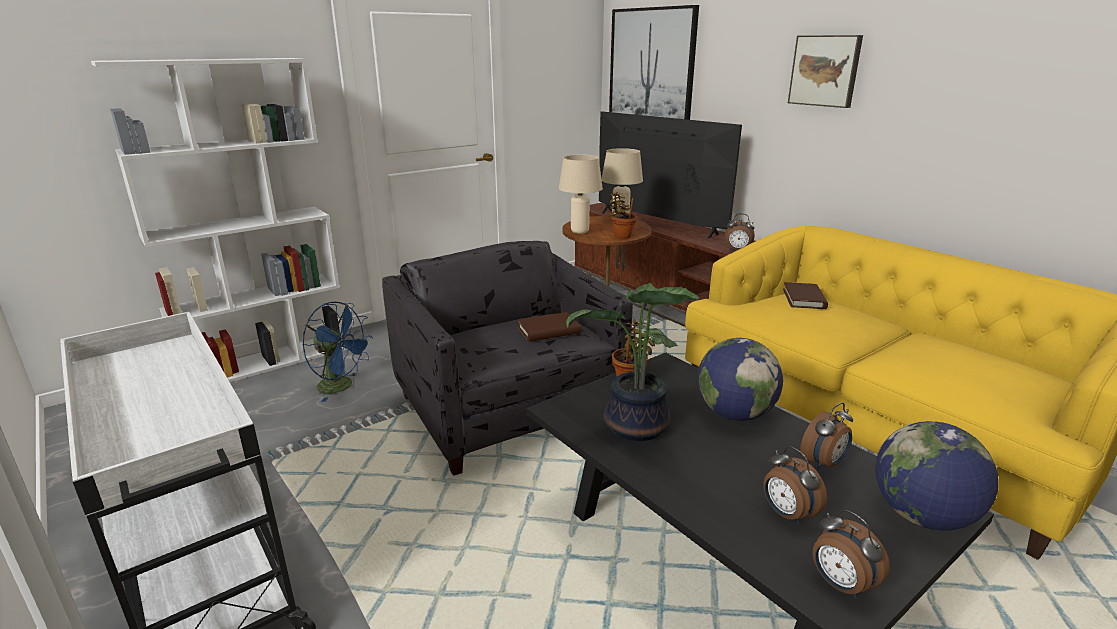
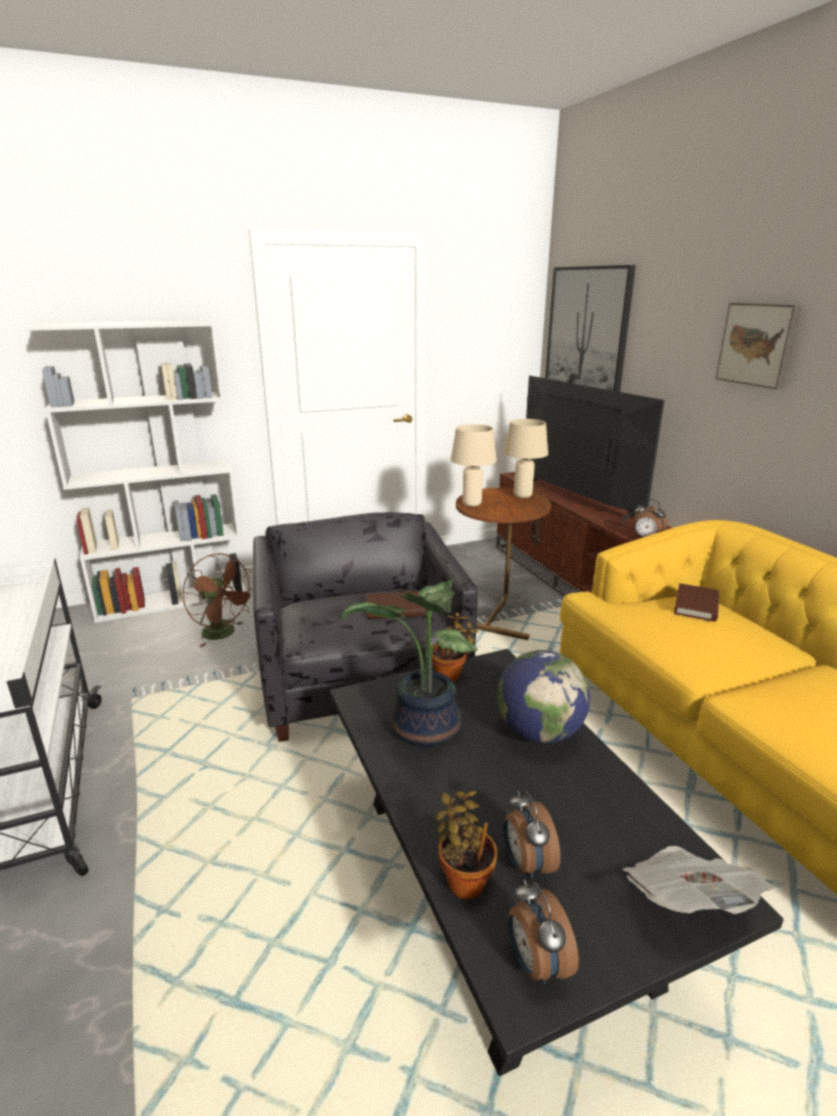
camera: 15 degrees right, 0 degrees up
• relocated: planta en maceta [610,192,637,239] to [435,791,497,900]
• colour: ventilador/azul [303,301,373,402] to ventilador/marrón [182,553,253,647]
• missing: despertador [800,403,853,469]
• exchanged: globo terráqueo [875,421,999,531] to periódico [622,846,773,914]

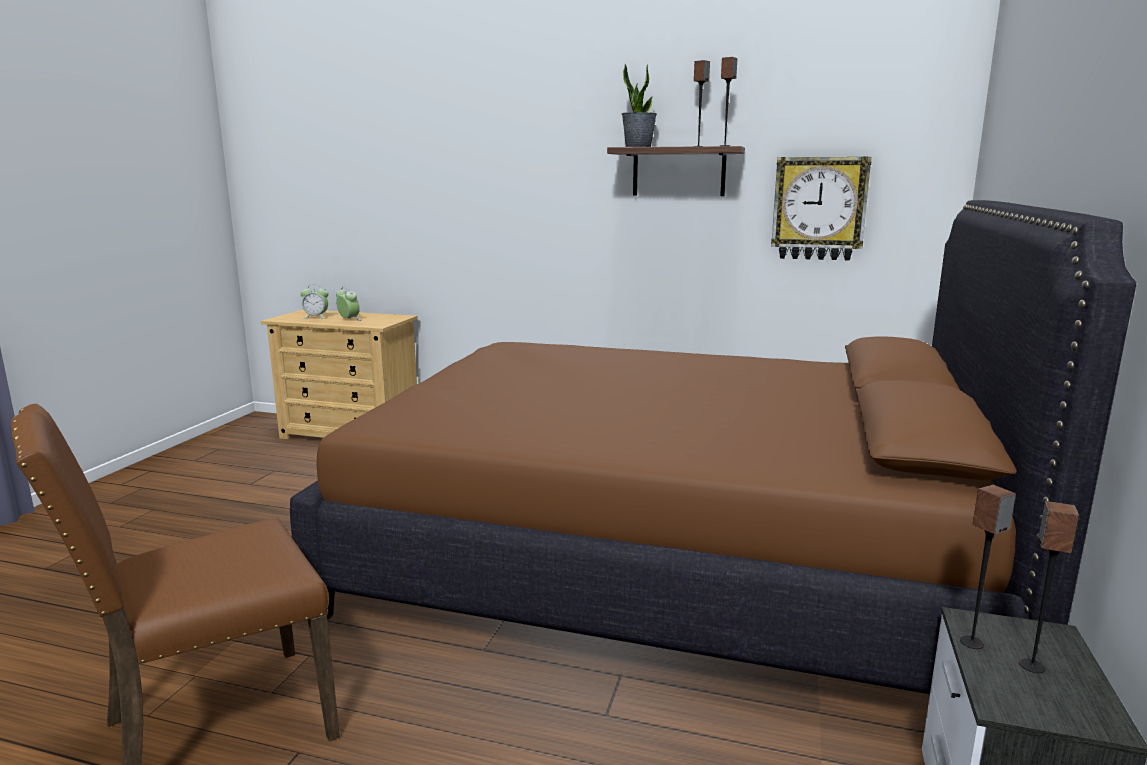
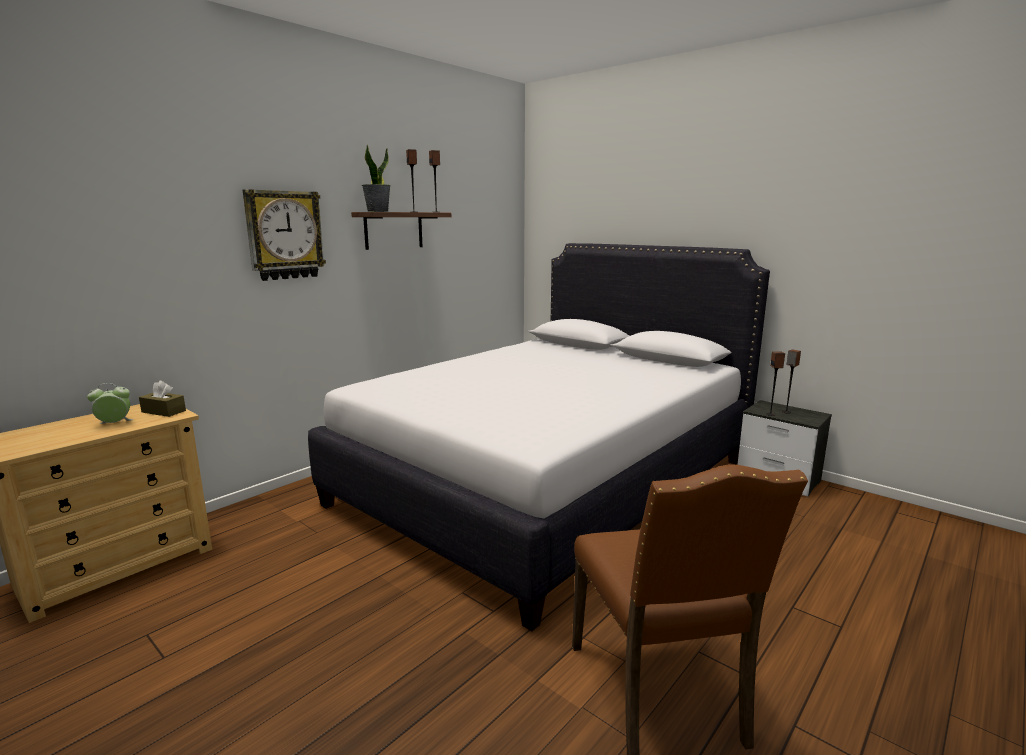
camera: 65 degrees left, 0 degrees up
• relocated: reloj de pared [771,157,871,261] to [243,189,326,281]
• colour: cama/marrón [290,200,1136,694] to cama/blanco [308,243,770,631]
• missing: despertador [300,284,328,319]
• appeared: caja de pañuelos/marrón [139,381,186,417]

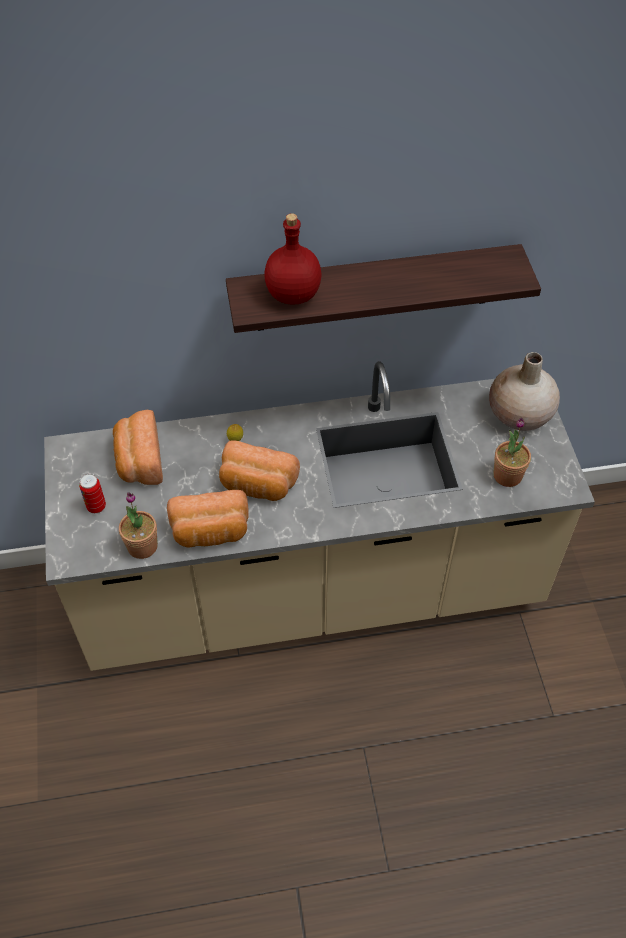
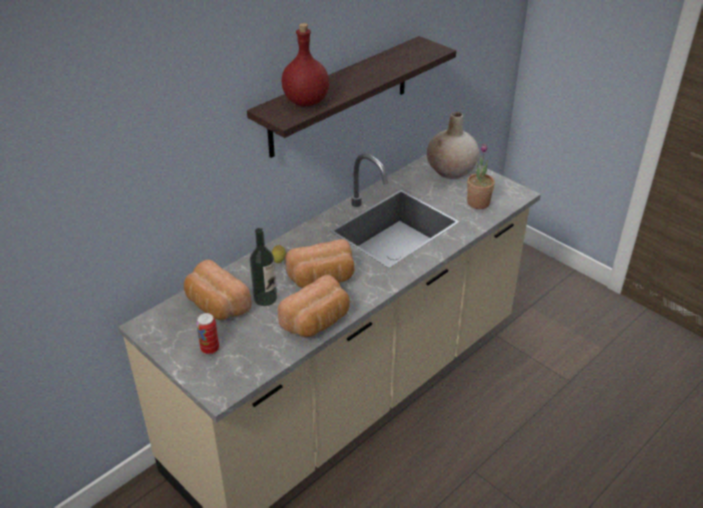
camera: 35 degrees left, 15 degrees down
• missing: planta en maceta [119,492,158,559]
• appeared: botella [250,228,277,306]

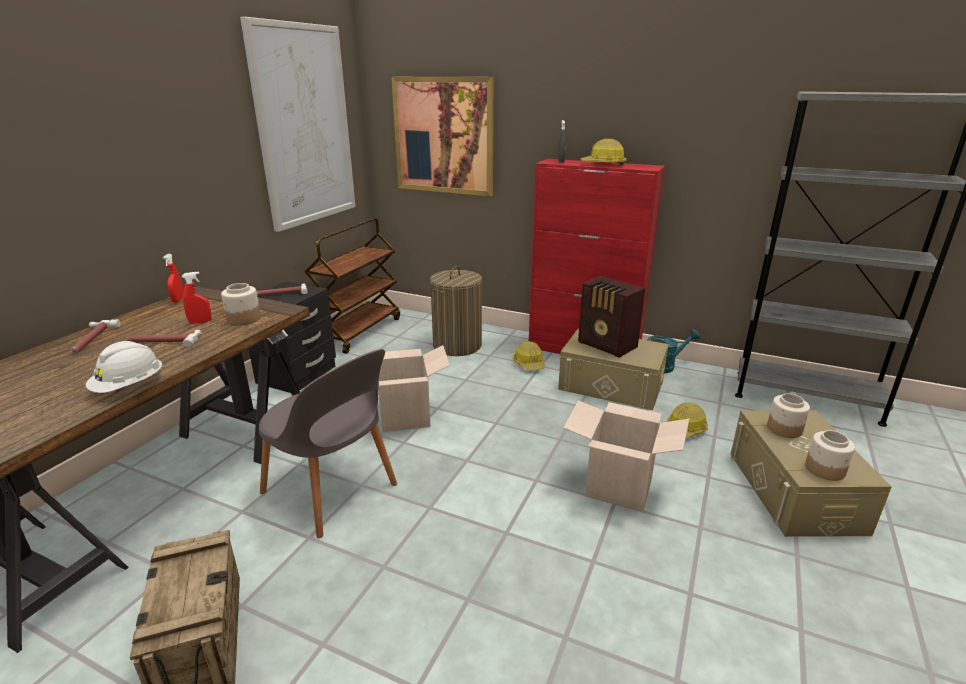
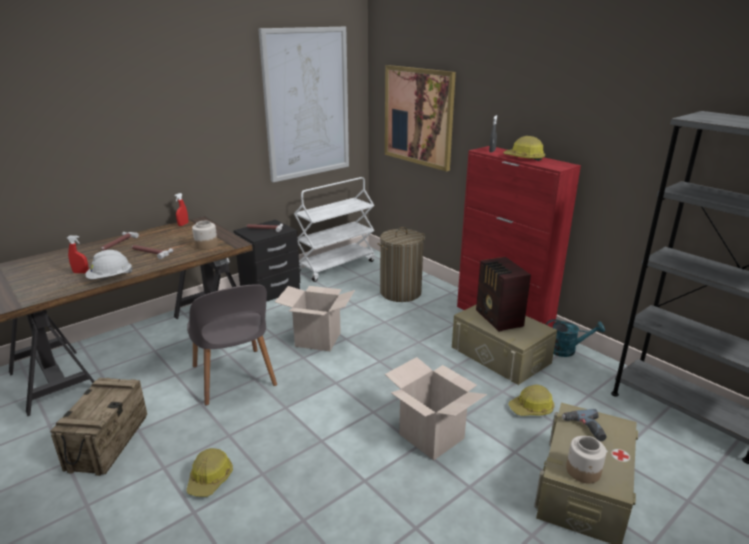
camera: 25 degrees right, 0 degrees up
• colour: carrito/marrón [304,218,400,354] to carrito/blanco [294,177,375,282]
• relocated: pulverizador/rojo [182,272,211,324] to [67,236,89,273]
• relocated: casco [512,341,545,370] to [186,448,233,497]
• exchanged: tarro [767,393,810,438] to taladro [562,409,607,441]

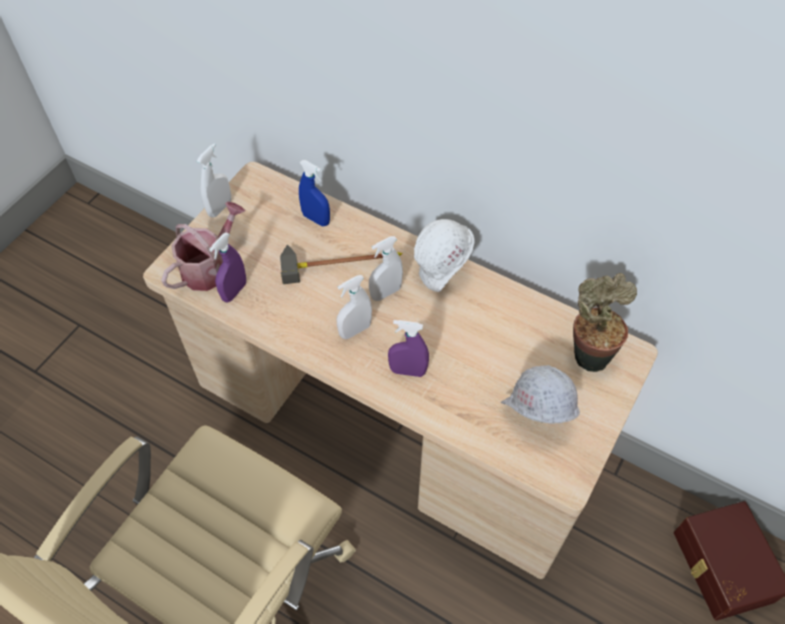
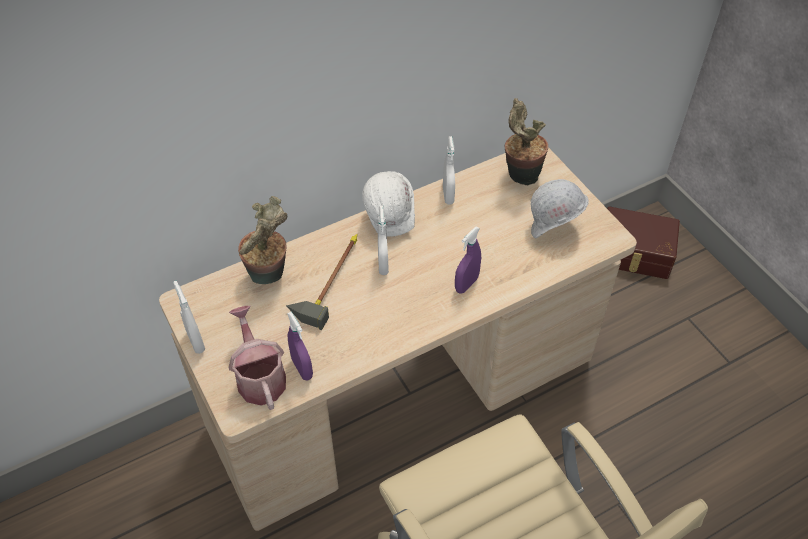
camera: 60 degrees left, 5 degrees down
• exchanged: pulverizador/azul [299,160,330,226] to planta en maceta [238,196,287,284]
• relocated: pulverizador/blanco [337,275,372,339] to [443,136,455,205]

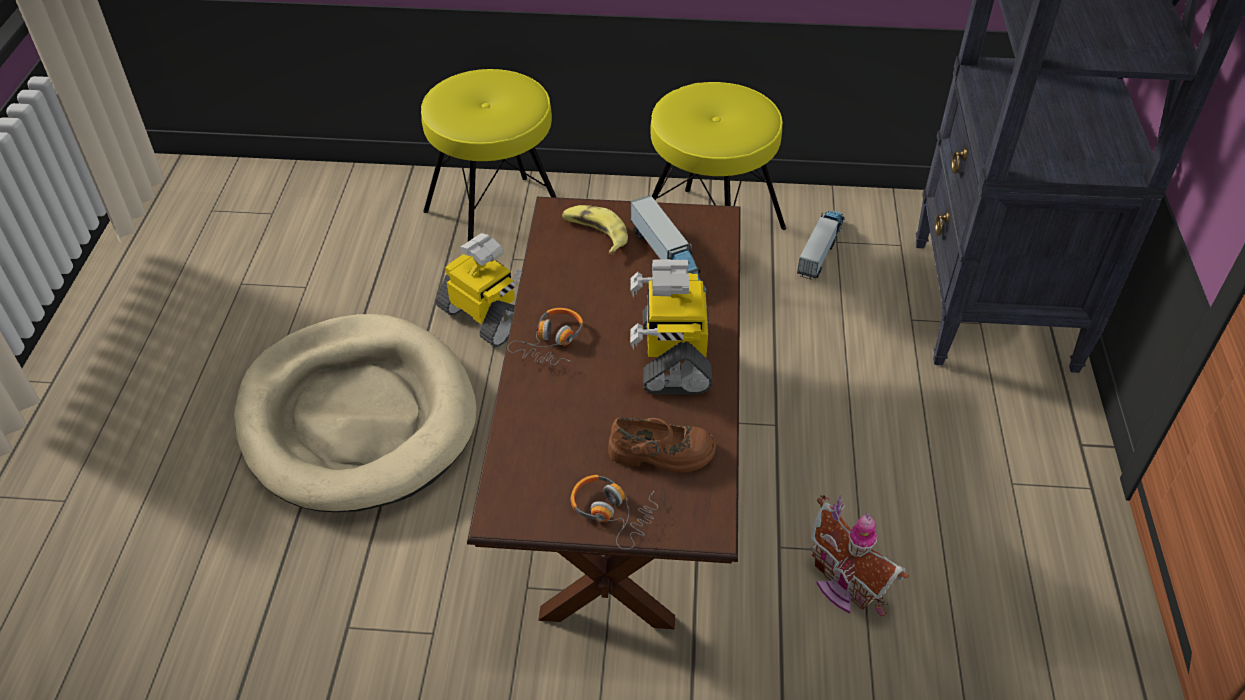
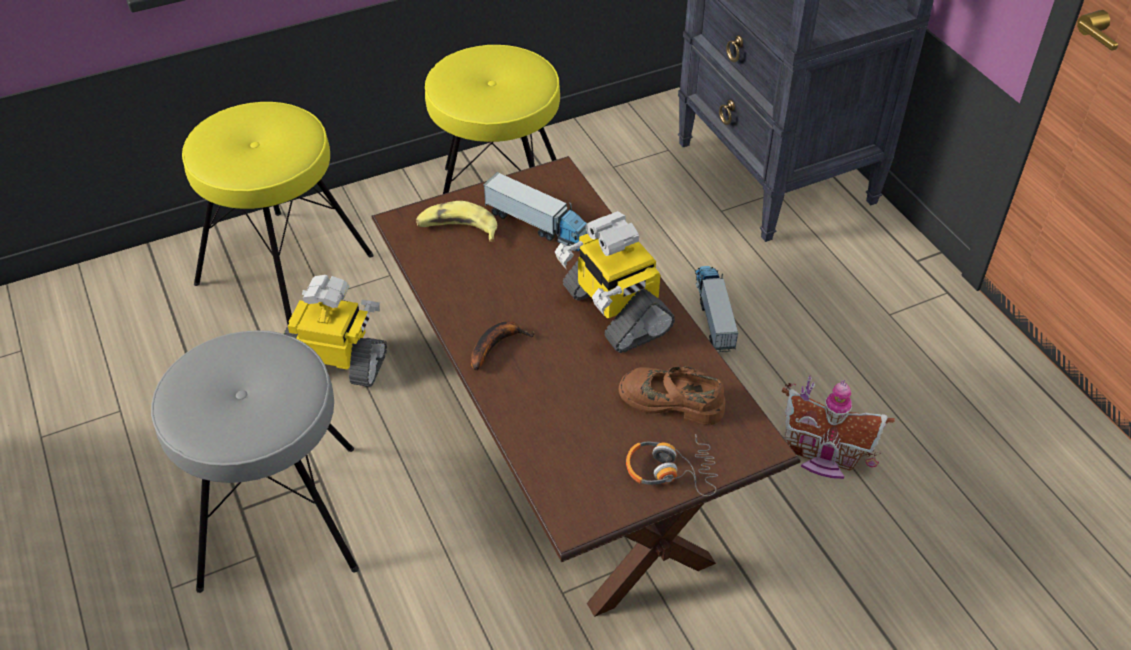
camera: 30 degrees left, 0 degrees up
• relocated: camión de juguete [797,211,845,280] to [695,266,738,352]
• exchanged: auriculares [508,308,583,365] to plátano [471,321,535,371]
• exchanged: cama para perro/beis [234,314,477,512] to taburete/gris [151,330,359,593]
• spun: zapato/marrón [608,417,716,473] = [619,366,725,425] 135 degrees counterclockwise

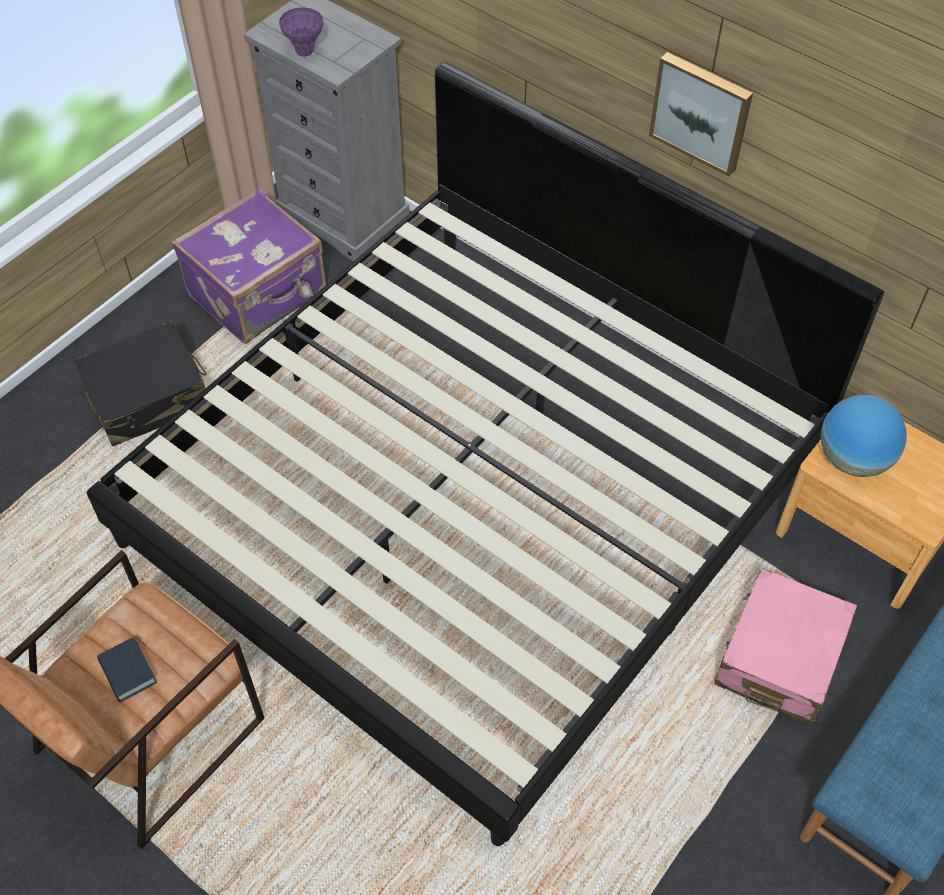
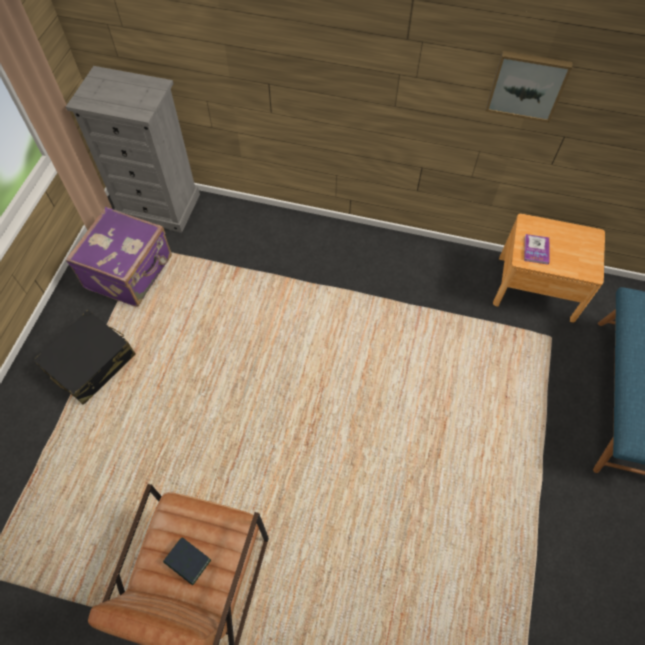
camera: 25 degrees left, 5 degrees up
• missing: florero/morado [279,8,323,56]
• relocated: cuadro [649,52,753,177] to [486,51,573,123]
• missing: cama [87,62,884,846]
• exchanged: globo terráqueo [821,395,907,477] to libro [524,234,549,264]
• missing: maleta/rosa [714,568,857,726]

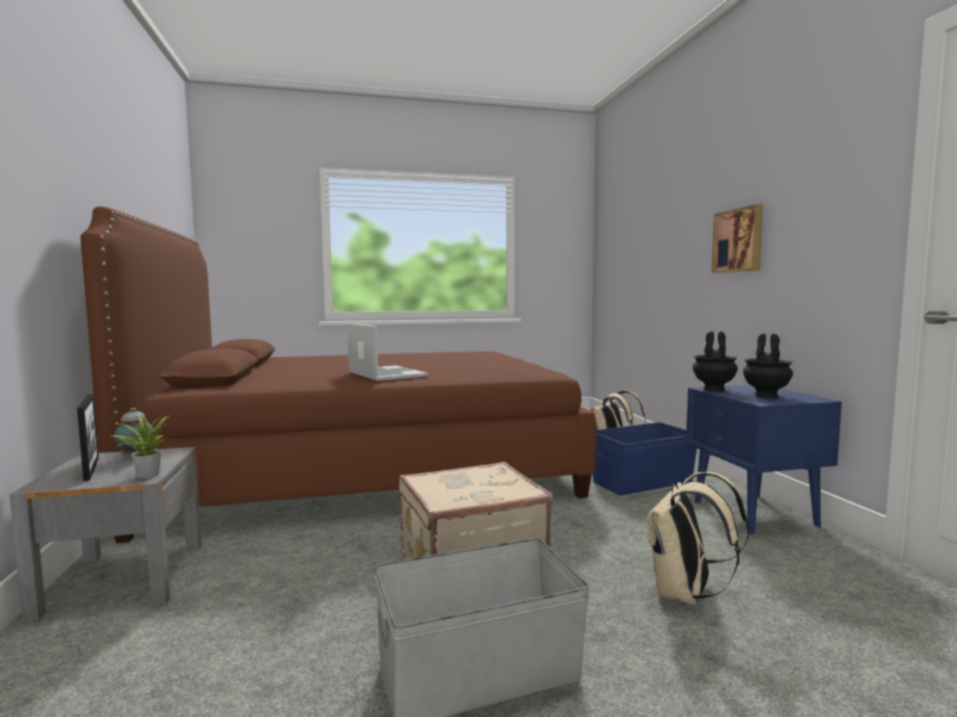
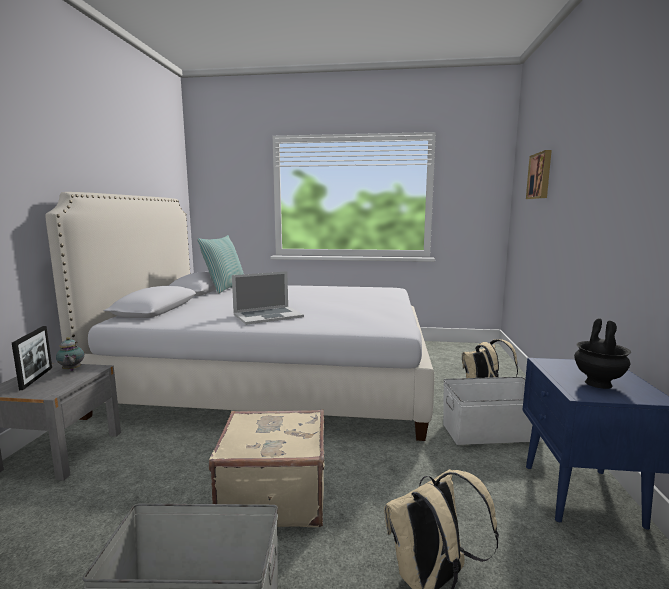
camera: 20 degrees right, 5 degrees up
• relocated: cuadro [712,204,763,273] to [526,150,552,199]
• colour: cama/marrón [81,206,596,543] to cama/blanco [45,192,434,441]
• spun: portátil [347,323,428,381] = [232,271,304,325] 75 degrees clockwise
• missing: florero/negro [692,331,738,392]
• missing: planta en maceta [111,416,169,478]
• colour: caja de almacenaje/azul [593,422,697,496] to caja de almacenaje/blanco [443,377,542,445]
• appeared: cojín [197,235,244,294]

